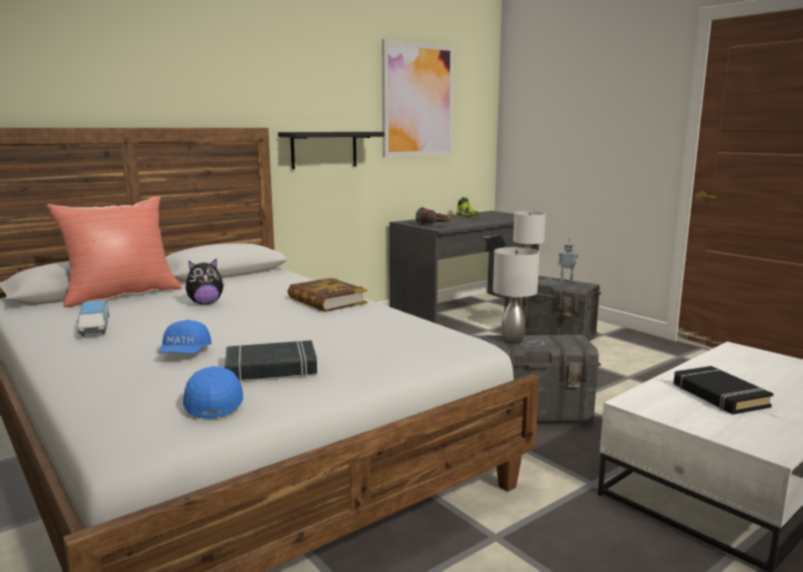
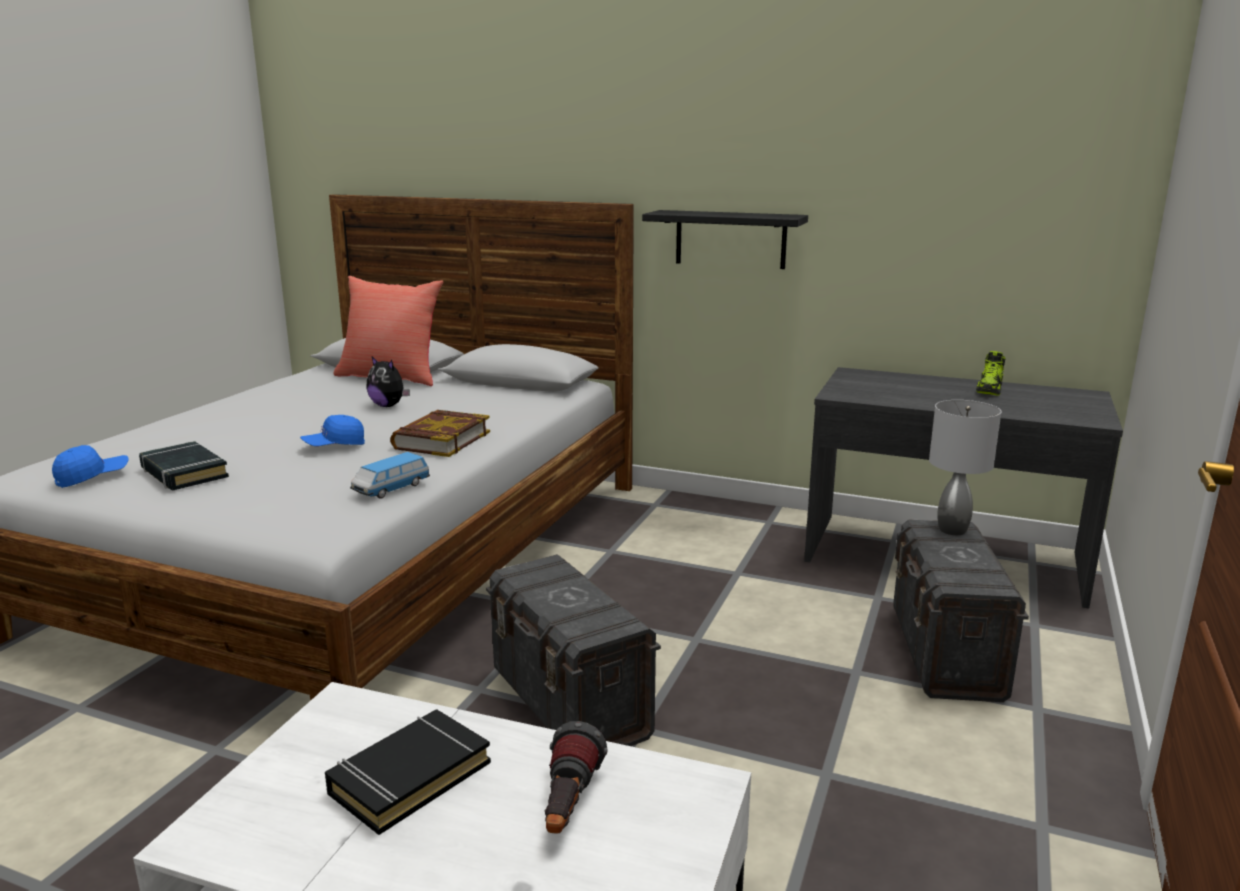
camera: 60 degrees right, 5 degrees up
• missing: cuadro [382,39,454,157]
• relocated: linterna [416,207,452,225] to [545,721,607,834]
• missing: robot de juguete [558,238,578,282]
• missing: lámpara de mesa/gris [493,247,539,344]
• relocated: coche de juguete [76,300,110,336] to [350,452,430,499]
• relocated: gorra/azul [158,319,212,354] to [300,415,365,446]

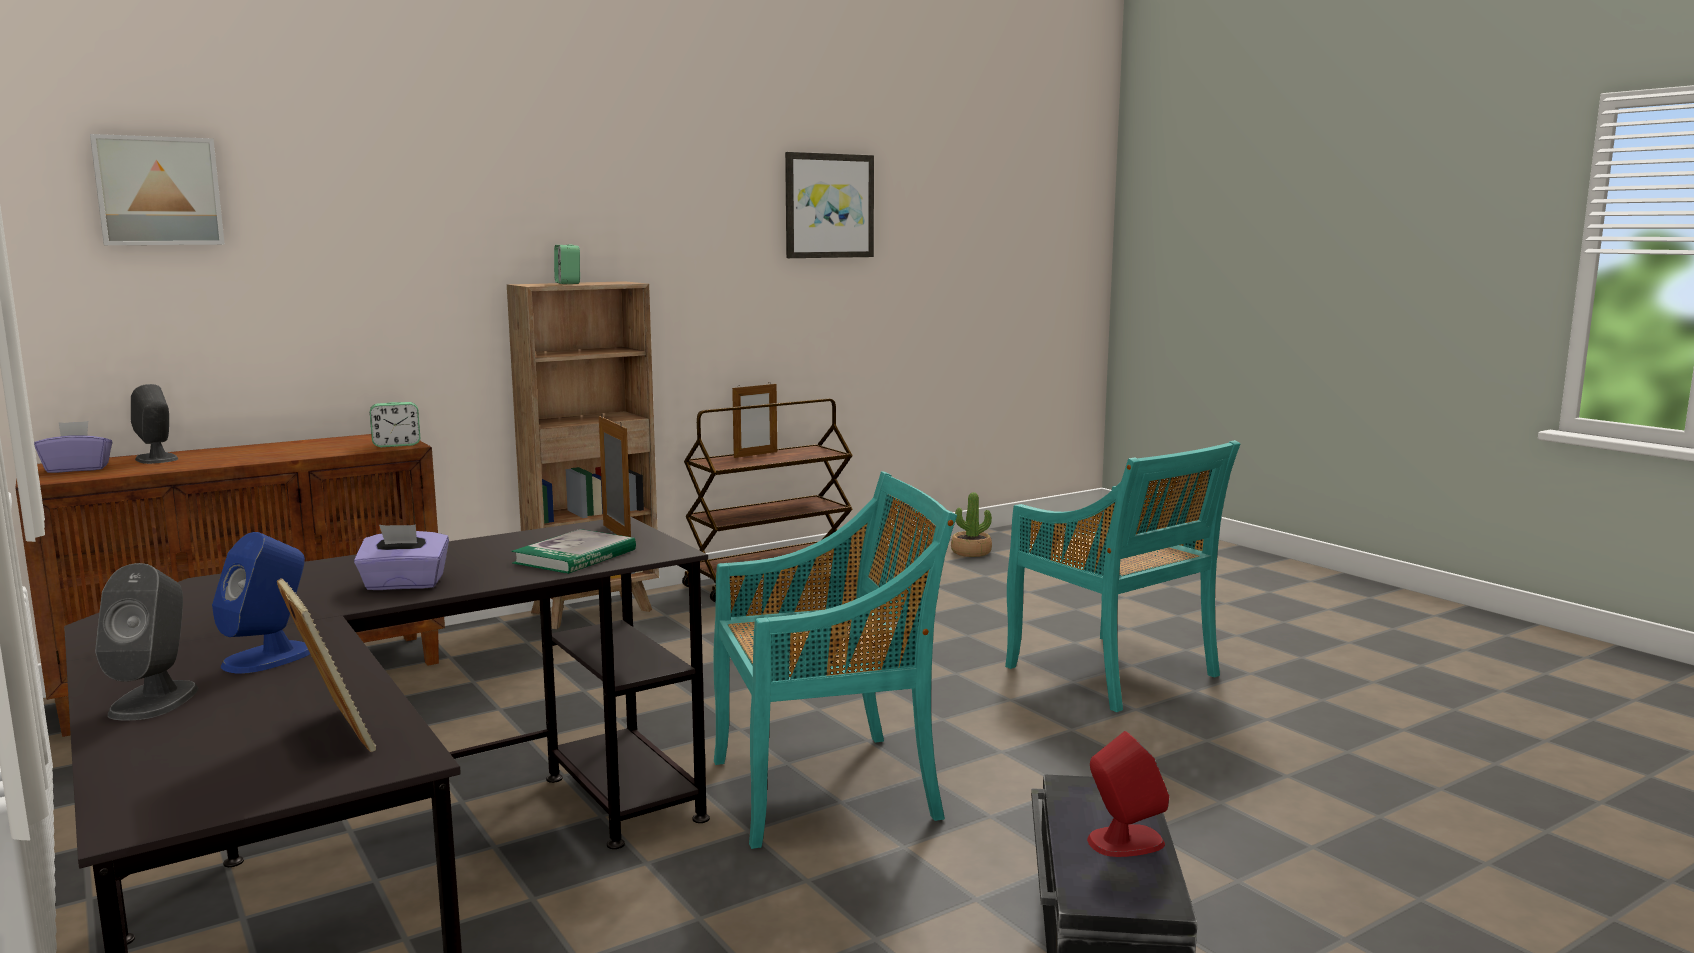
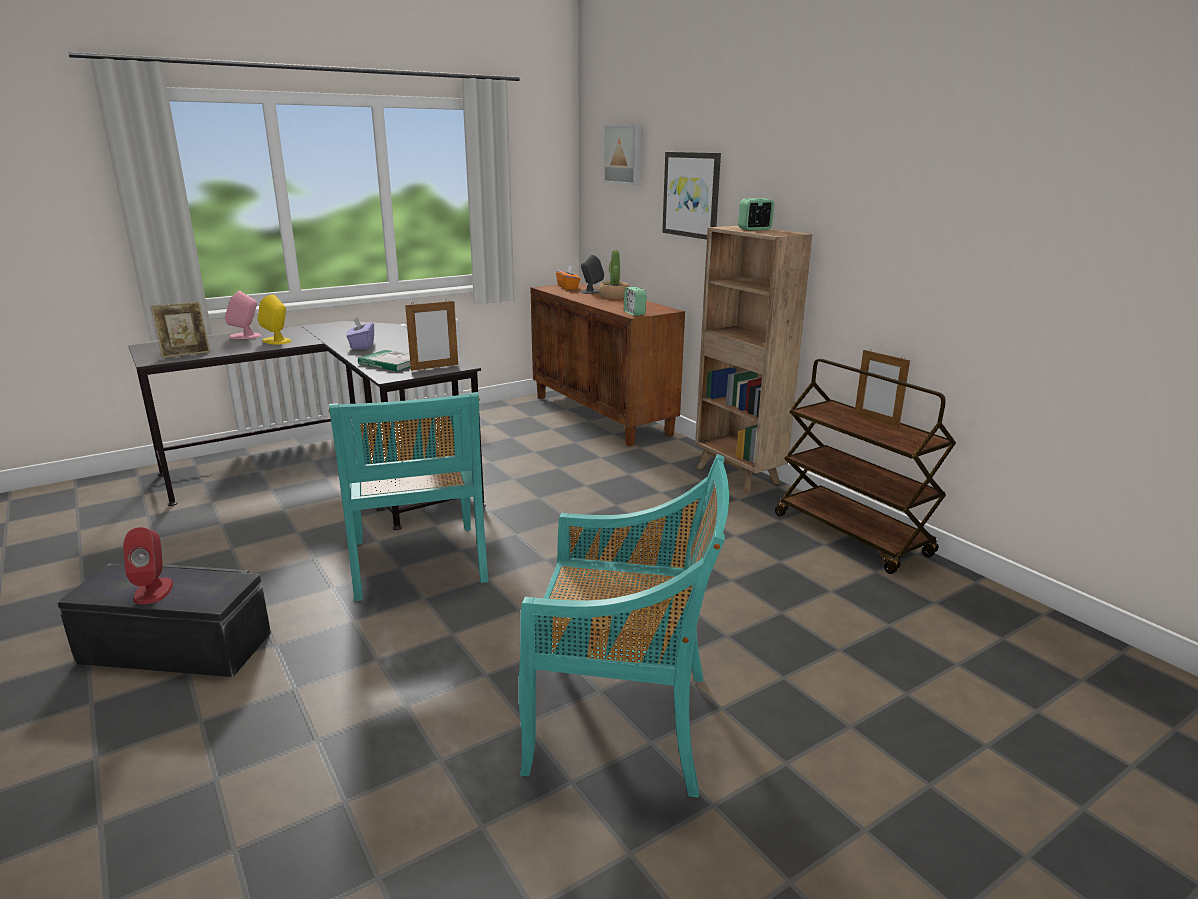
camera: 90 degrees right, 10 degrees up
• relocated: cuadro [785,152,874,258] to [662,152,721,240]
• colour: caja de pañuelos/morado [34,421,113,473] to caja de pañuelos/naranja [556,265,580,290]
• spun: silla/turquesa [1005,440,1240,712] = [518,454,729,798] 135 degrees counterclockwise
• relocated: planta en maceta [951,492,992,557] to [599,250,629,299]
• colour: altavoz/azul [212,532,310,674] to altavoz/amarillo [258,295,292,345]
• colour: altavoz/gris [95,563,198,721] to altavoz/rosa [225,291,261,339]

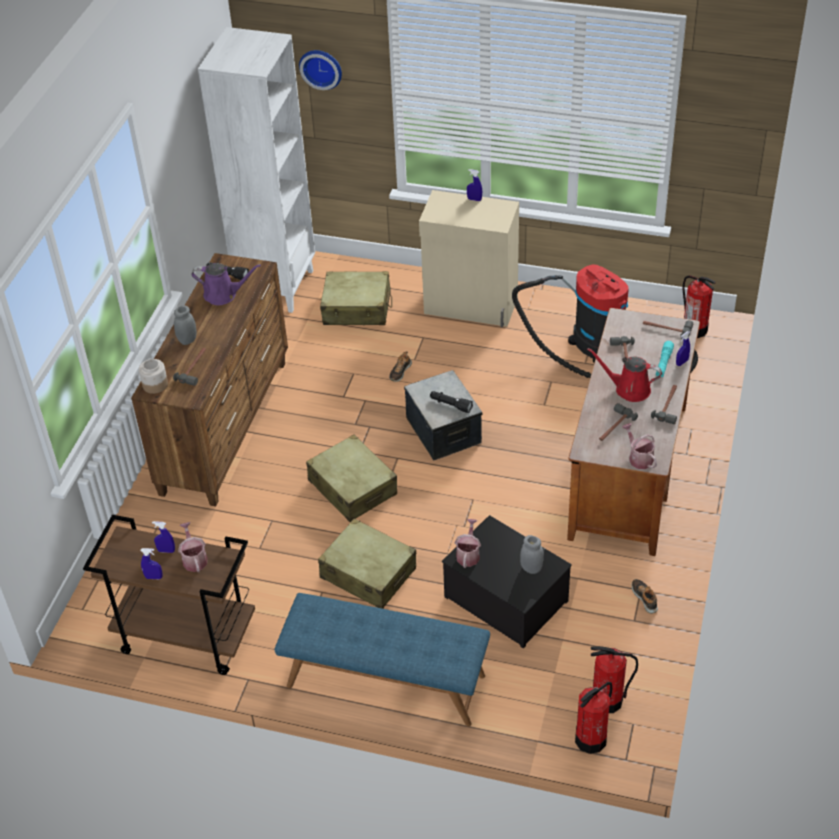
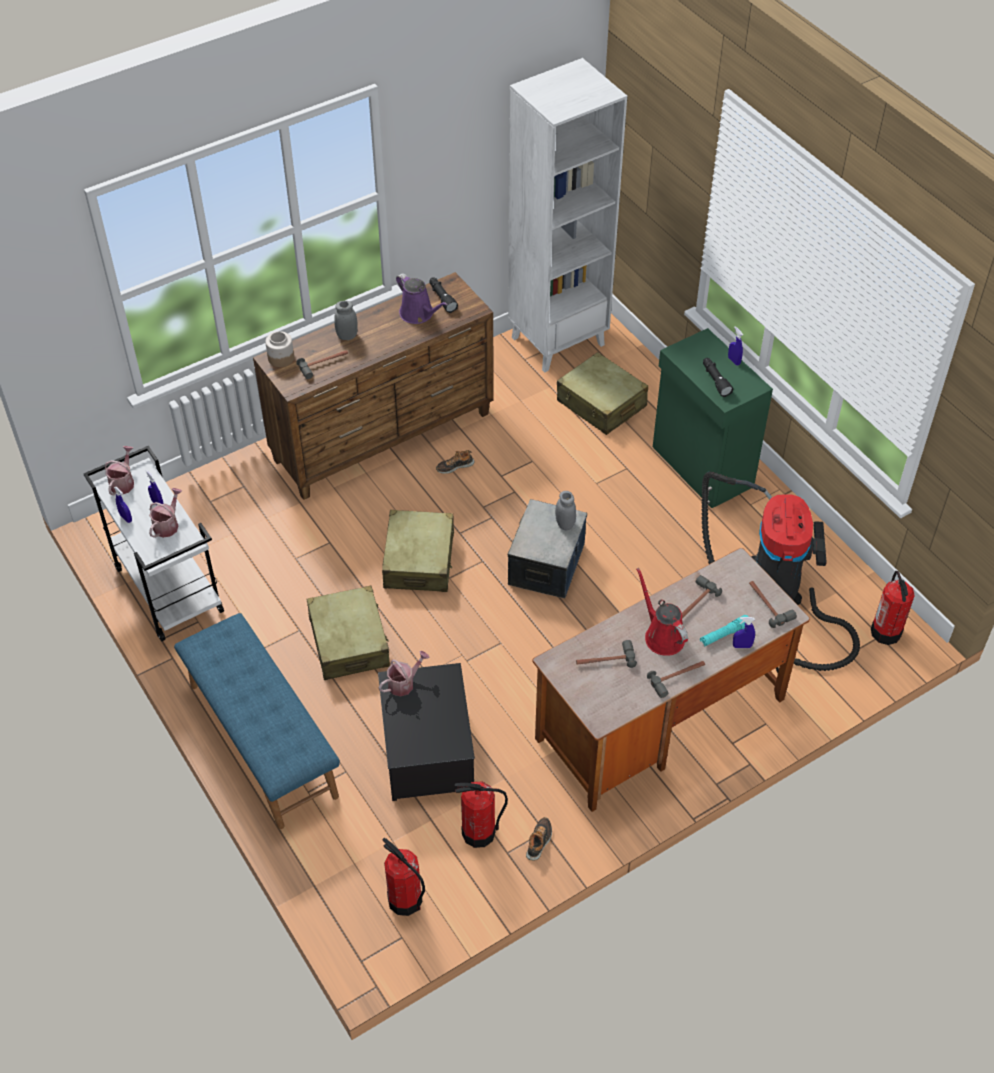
camera: 40 degrees right, 5 degrees up
• missing: reloj de pared [299,50,342,90]
• colour: armario/beis [419,190,519,327] to armario/verde [653,328,773,508]
• relocated: zapato [389,352,412,382] to [436,450,474,474]
• relocated: linterna/negro [430,391,473,413] to [703,358,733,397]
• relocated: regadera [622,423,657,469] to [105,446,134,495]
• colour: carrito/marrón [83,515,255,675] to carrito/blanco [84,446,224,641]
• relocated: tarro/gris [520,535,544,574] to [555,491,576,530]
• relocated: extintor [575,682,612,754] to [455,782,508,848]

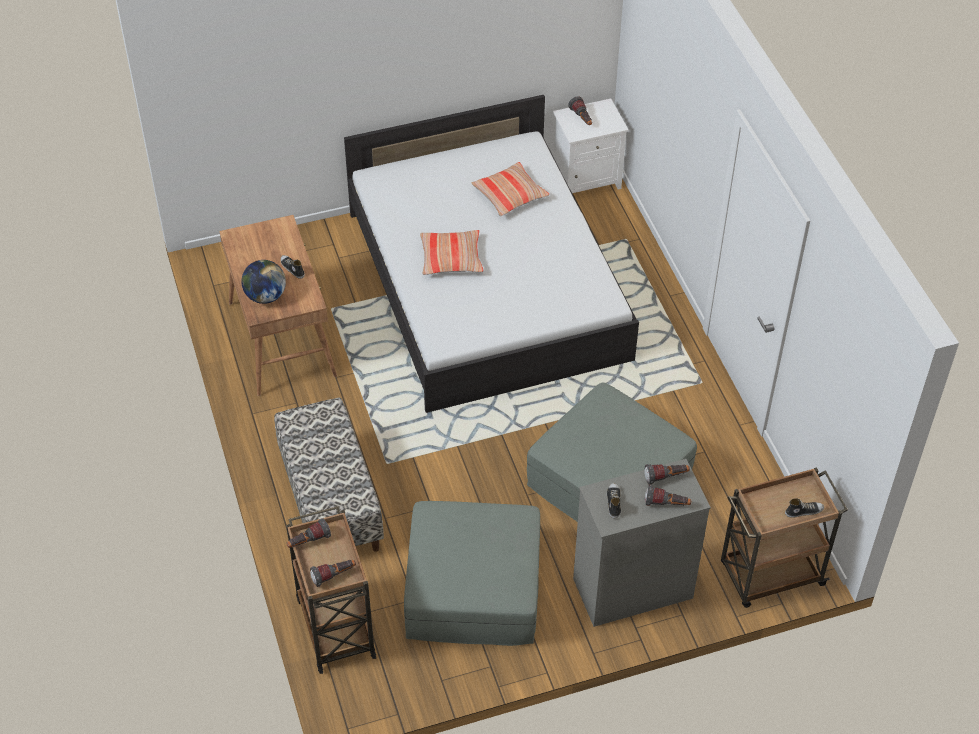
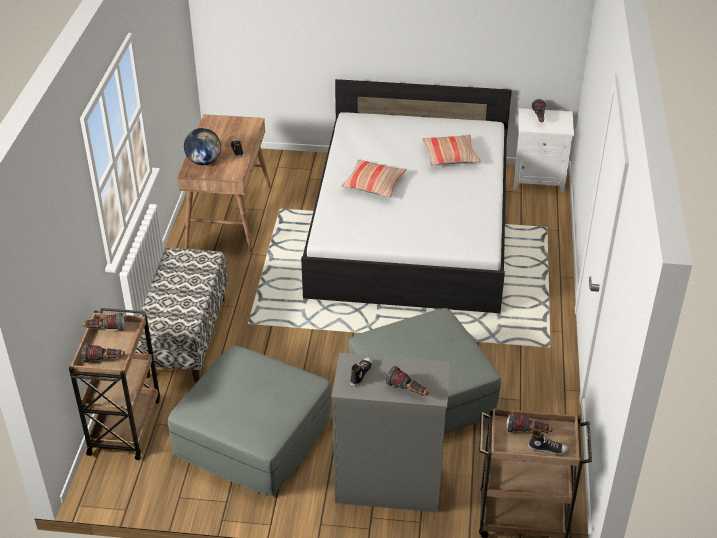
camera: 25 degrees right, 10 degrees down
• relocated: linterna [644,464,690,485] to [507,412,553,433]

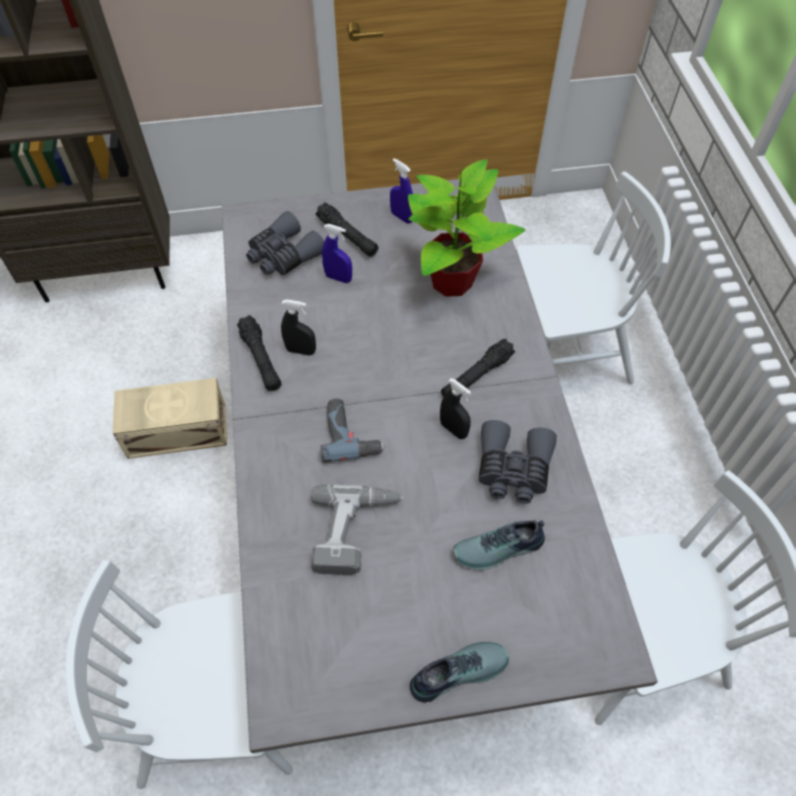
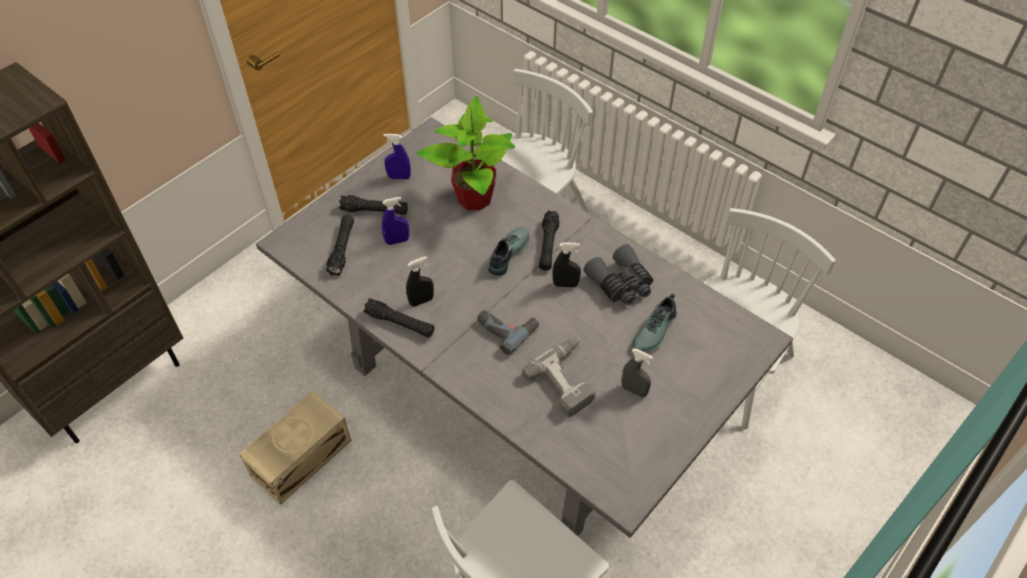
camera: 40 degrees left, 5 degrees down
• exchanged: prismáticos/gris [246,211,324,275] to linterna/negro [326,215,354,276]
• relocated: zapato [410,642,509,703] to [488,227,530,276]
• appeared: pulverizador/gris [622,348,653,397]

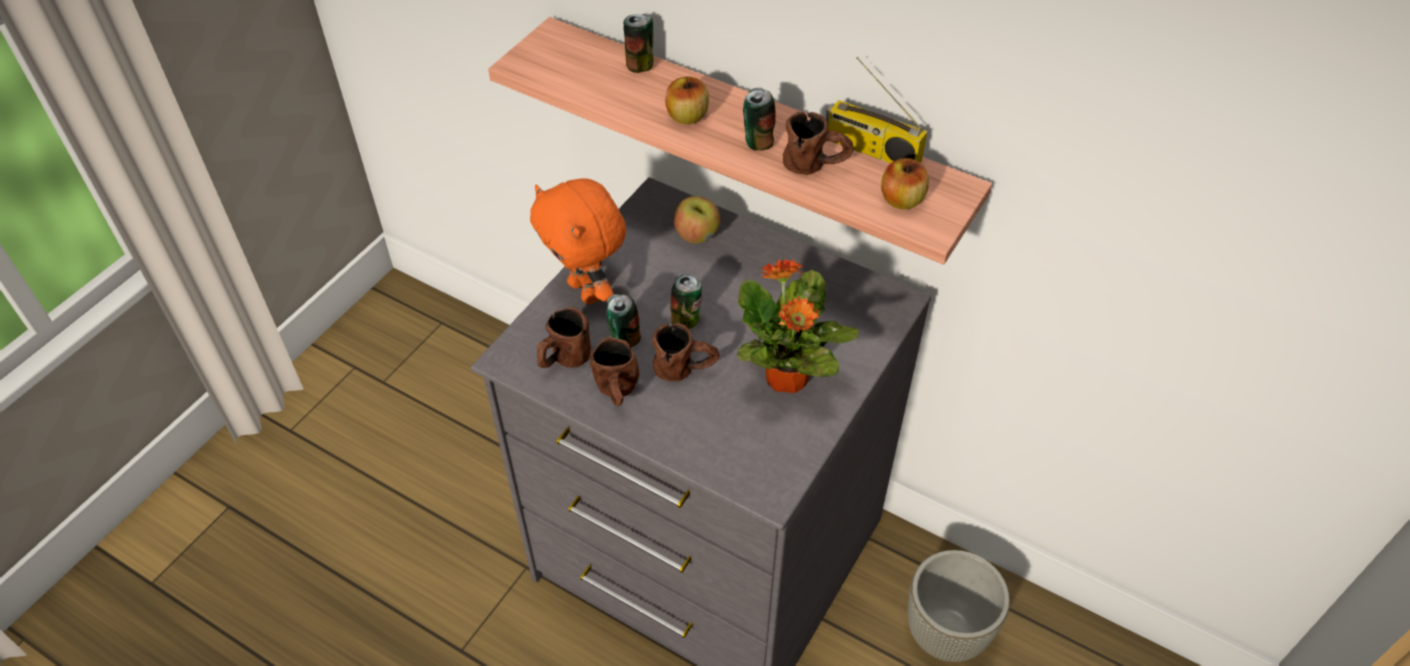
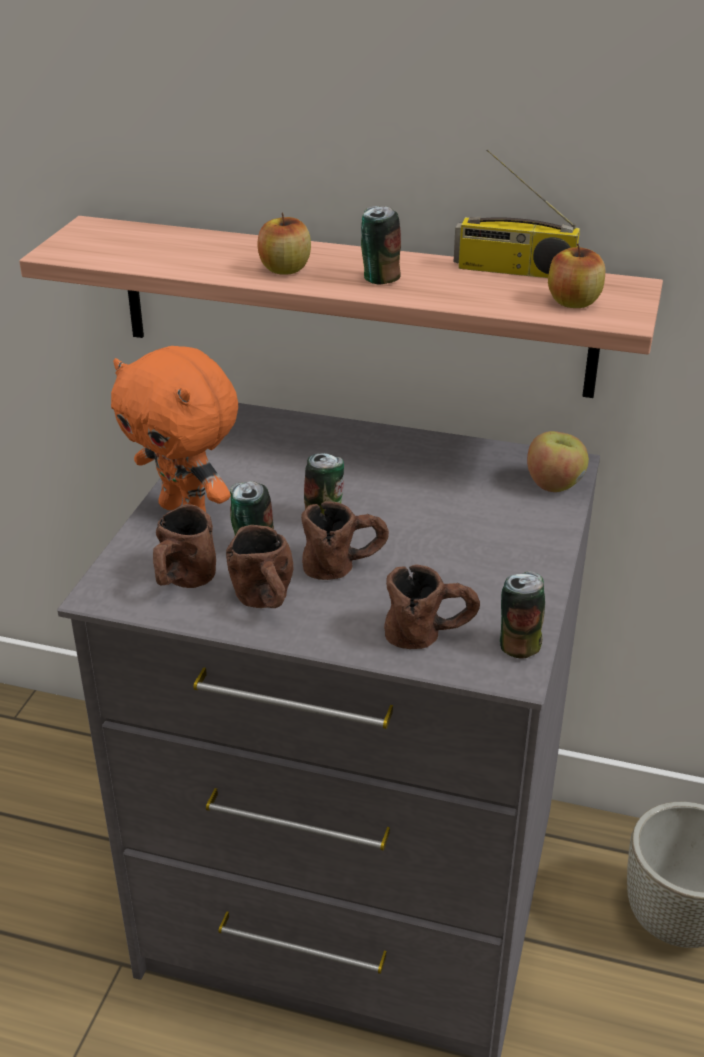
camera: 15 degrees left, 15 degrees down
• relocated: lata [623,14,654,73] to [500,571,545,659]
• relocated: taza grande/marrón [783,112,854,175] to [384,565,480,649]
• relocated: manzana [674,196,720,243] to [527,431,589,492]
• missing: planta en maceta [737,259,859,393]

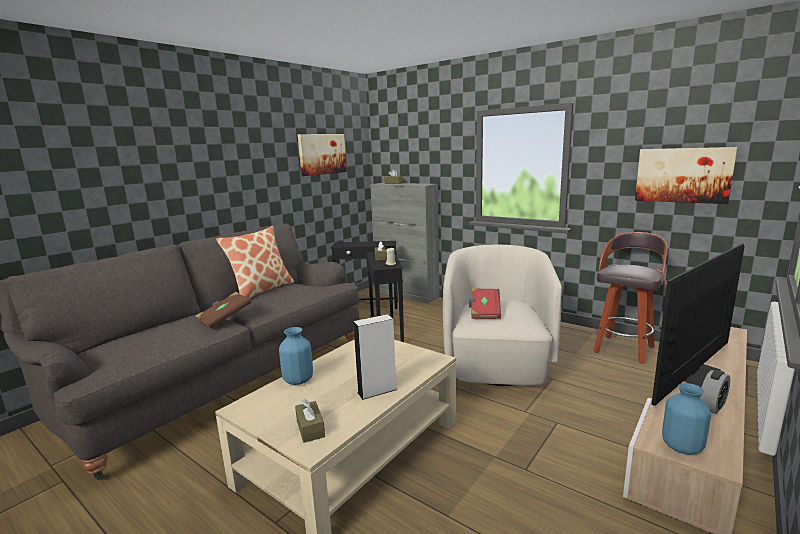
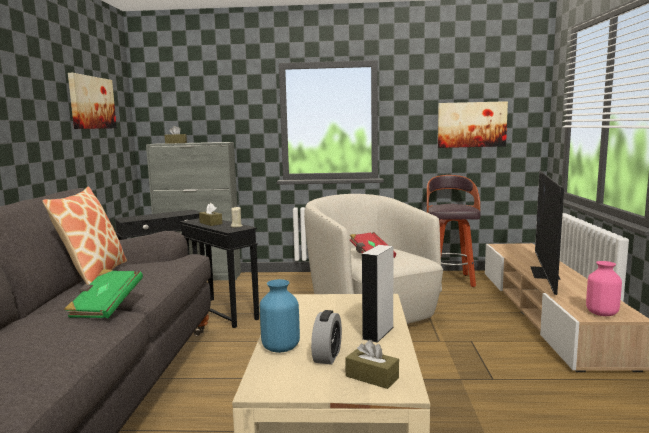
camera: 35 degrees left, 5 degrees down
• colour: libro/marrón [196,292,251,328] to libro/verde [64,269,143,318]
• relocated: despertador [700,370,730,414] to [311,310,342,365]
• colour: florero/azul [662,383,711,455] to florero/rosa [586,261,622,316]

